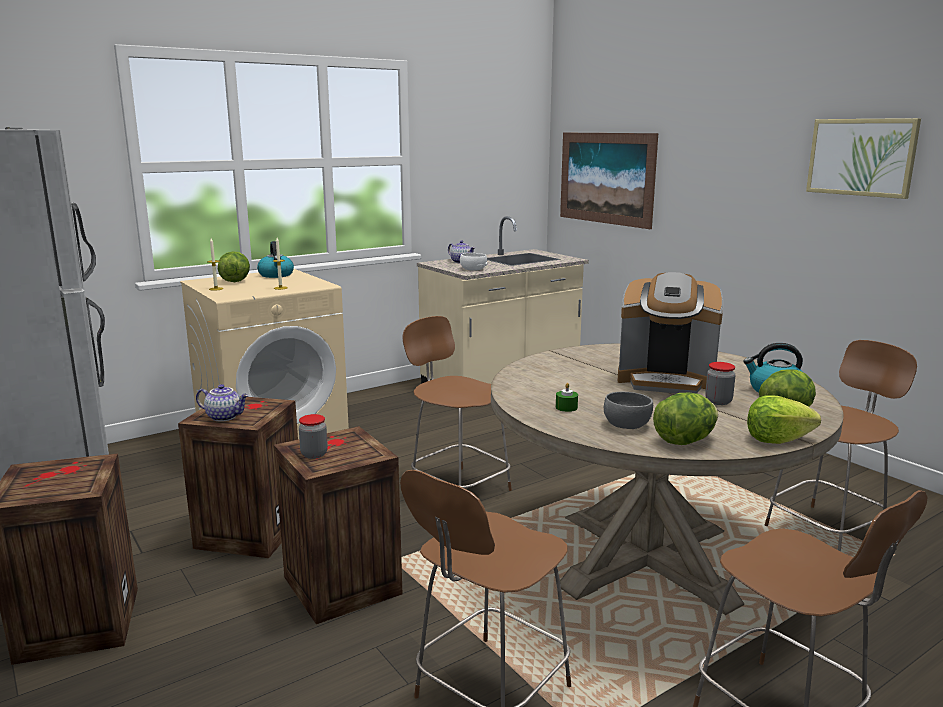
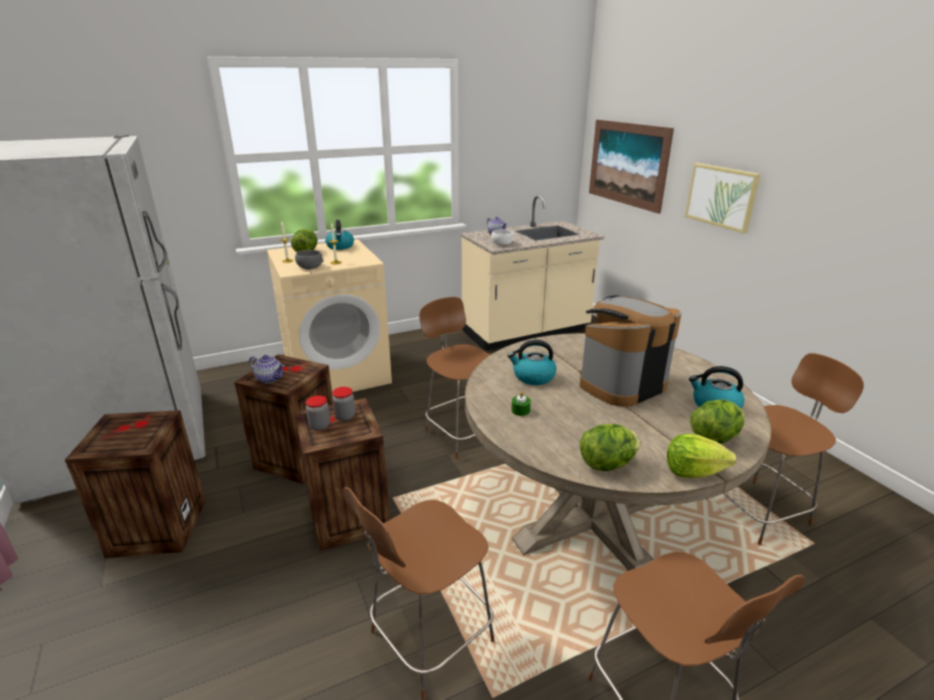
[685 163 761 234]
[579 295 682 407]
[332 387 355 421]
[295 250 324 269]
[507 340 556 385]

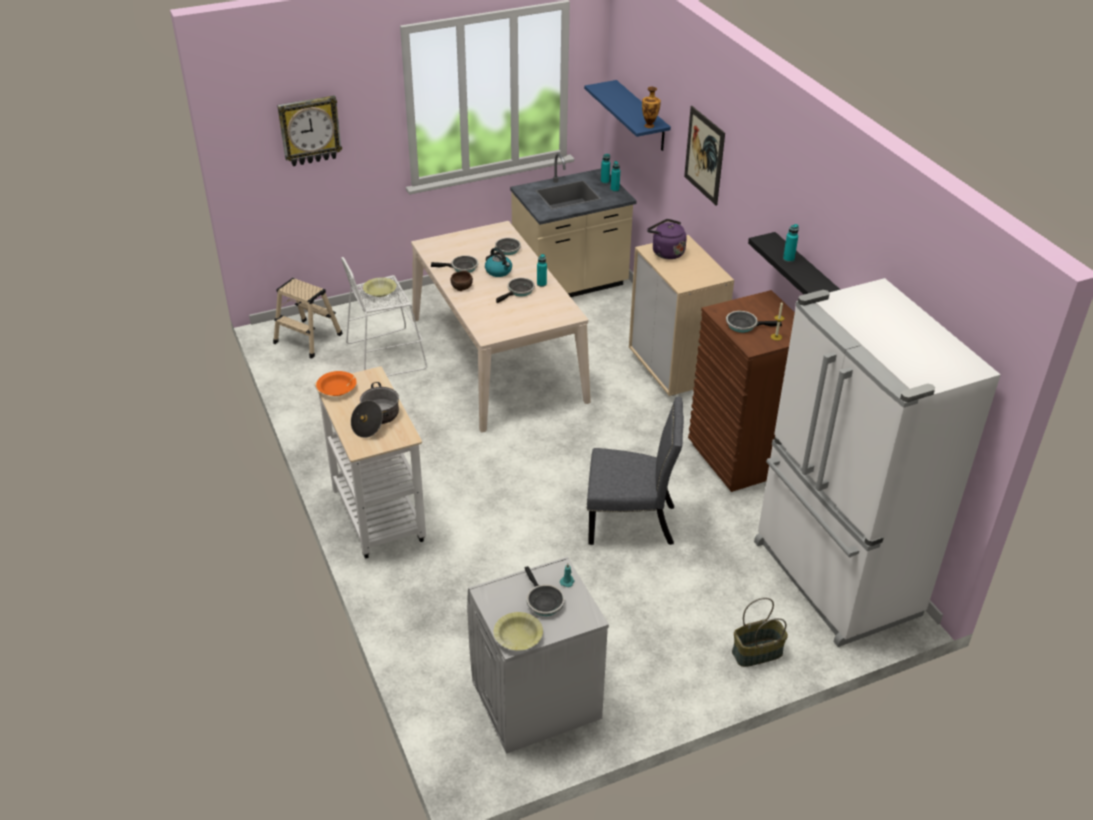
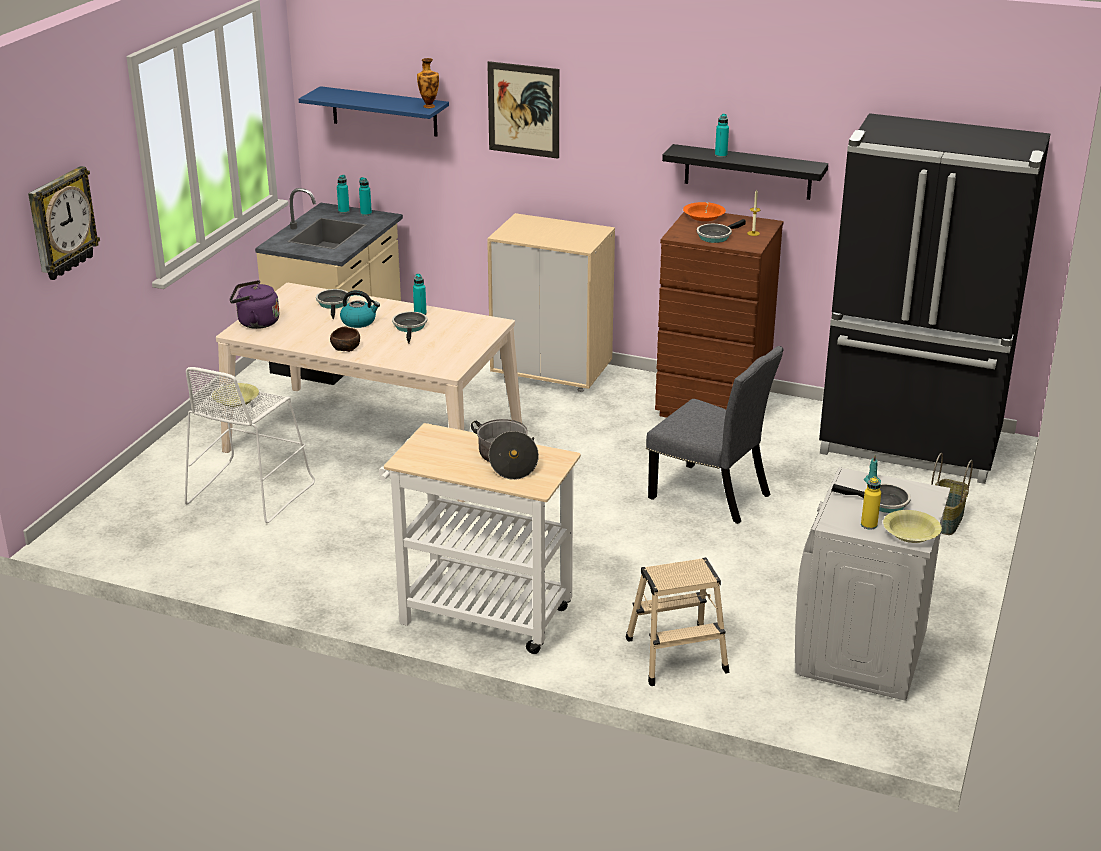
[230 280 280 329]
[431 255 478 273] (first image)
[626 557 729 686]
[819 113 1050 484]
[683 202 726 221]
[646 346 784 524]
[861 476 881 529]

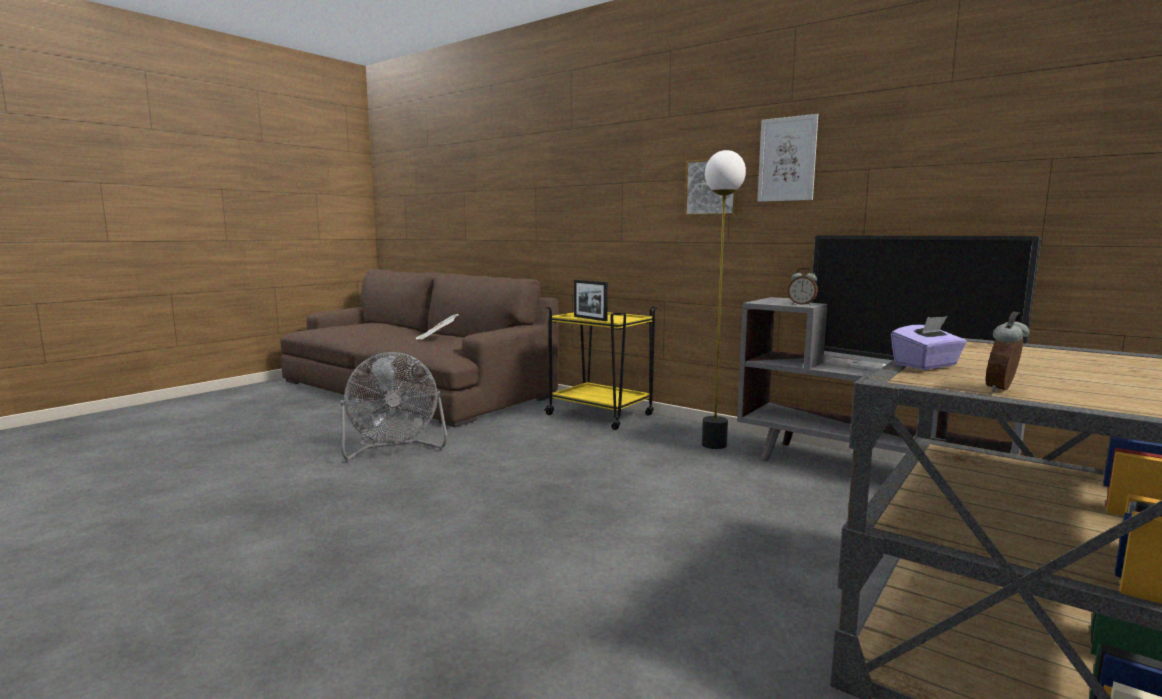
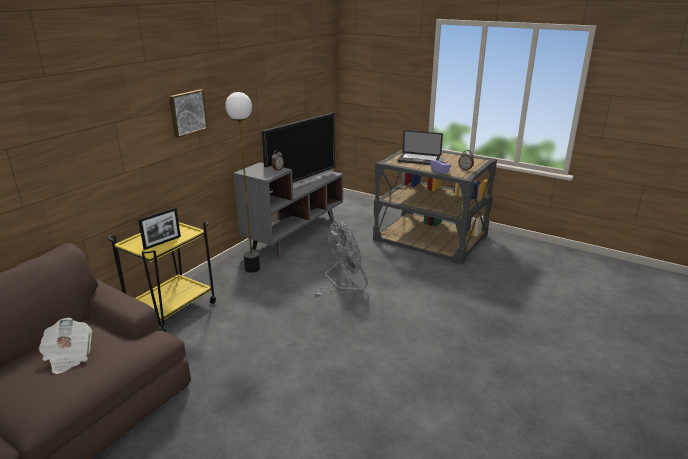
[757 114 818 202] (first image)
[316 221 368 296]
[397 130 443 165]

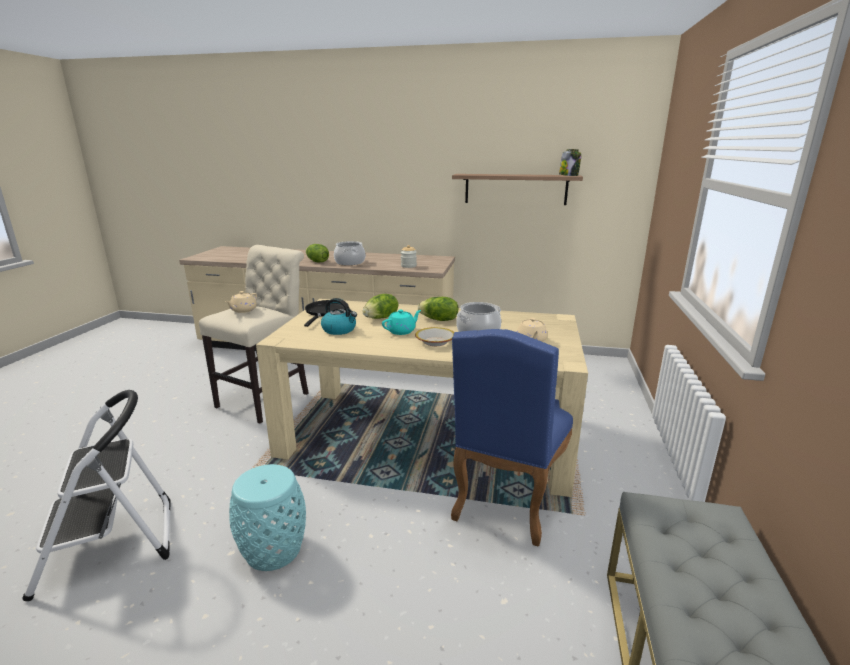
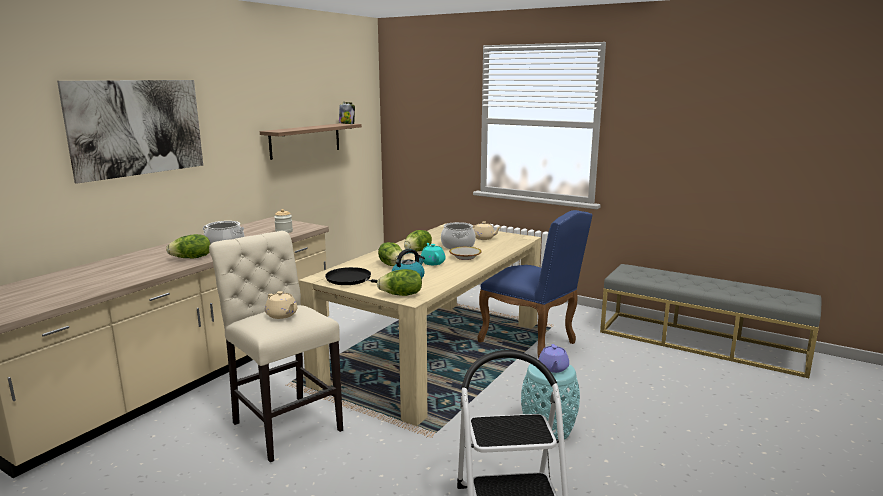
[57 80 203 184]
[377 269 422 296]
[539 344 569 373]

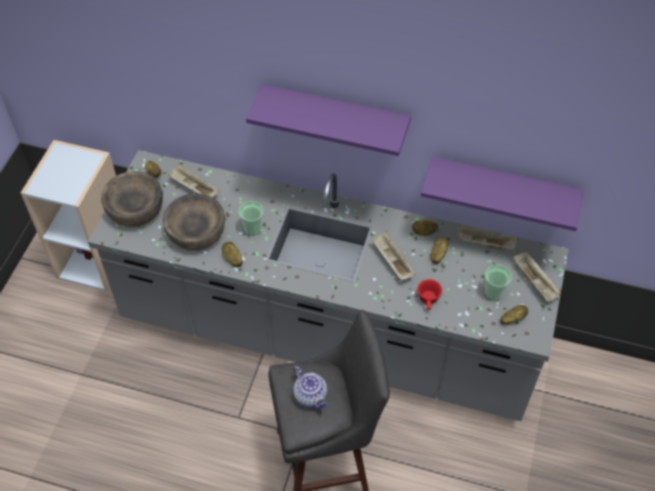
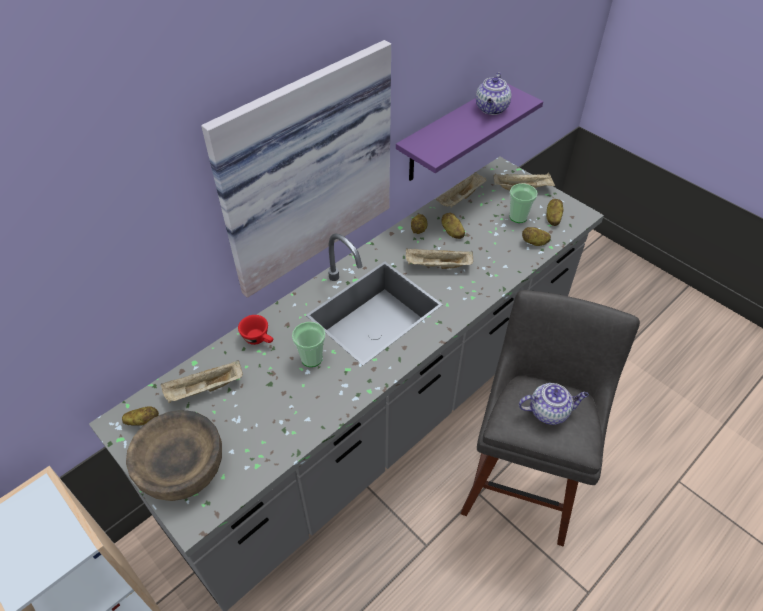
[201 40 391 298]
[163 193 225 251] (first image)
[522 227 551 246]
[238 315 273 345]
[476 72 511 115]

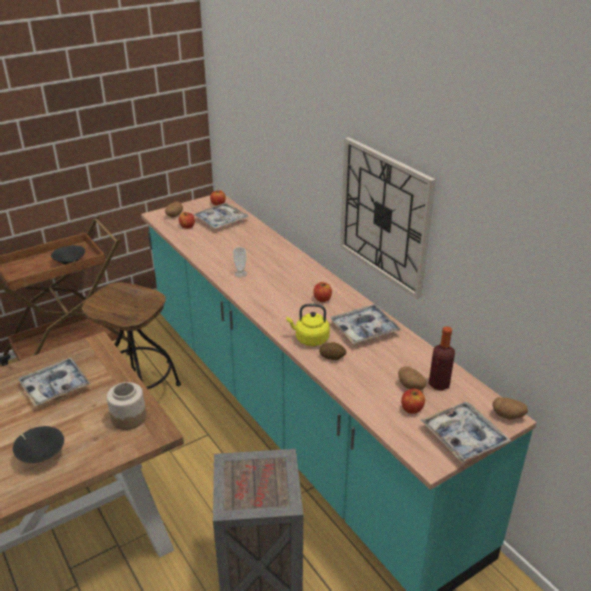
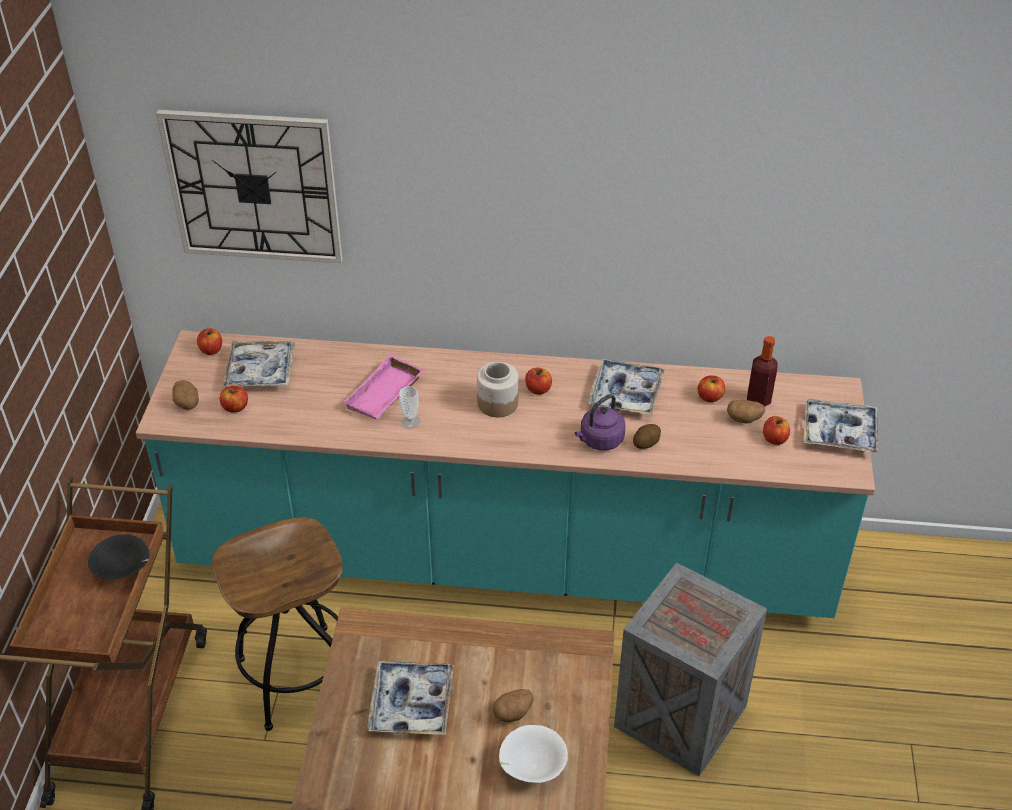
[156 110 342 263]
[575 394 625 450]
[477 362 519 417]
[493 689 533 722]
[499 725 568 783]
[343 354 424 419]
[698 375 725 402]

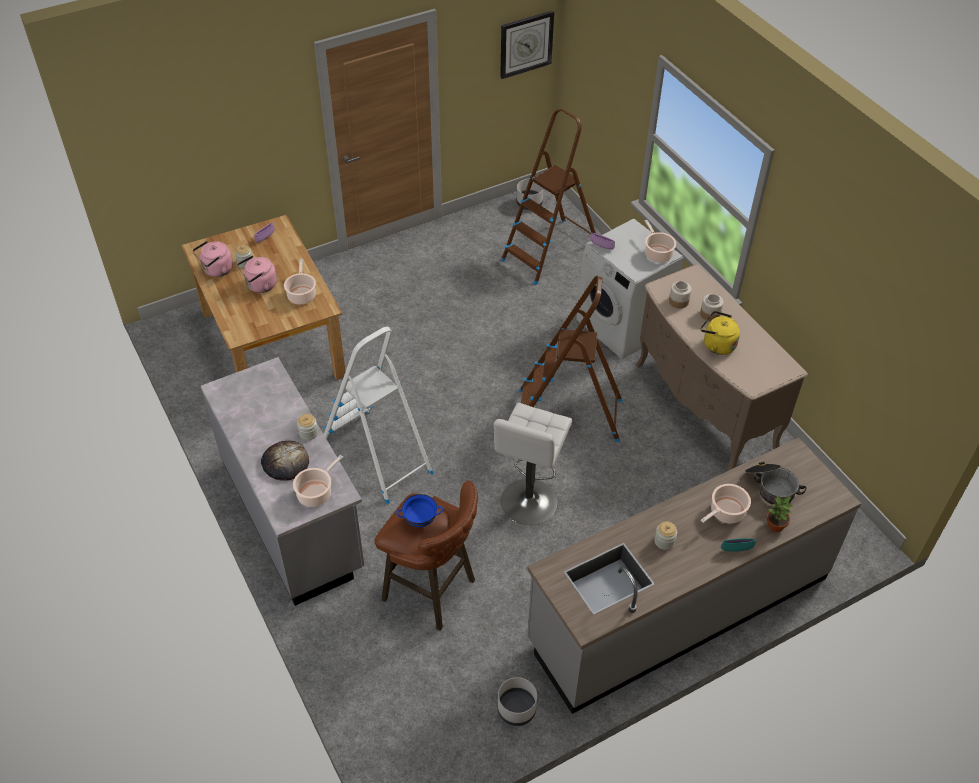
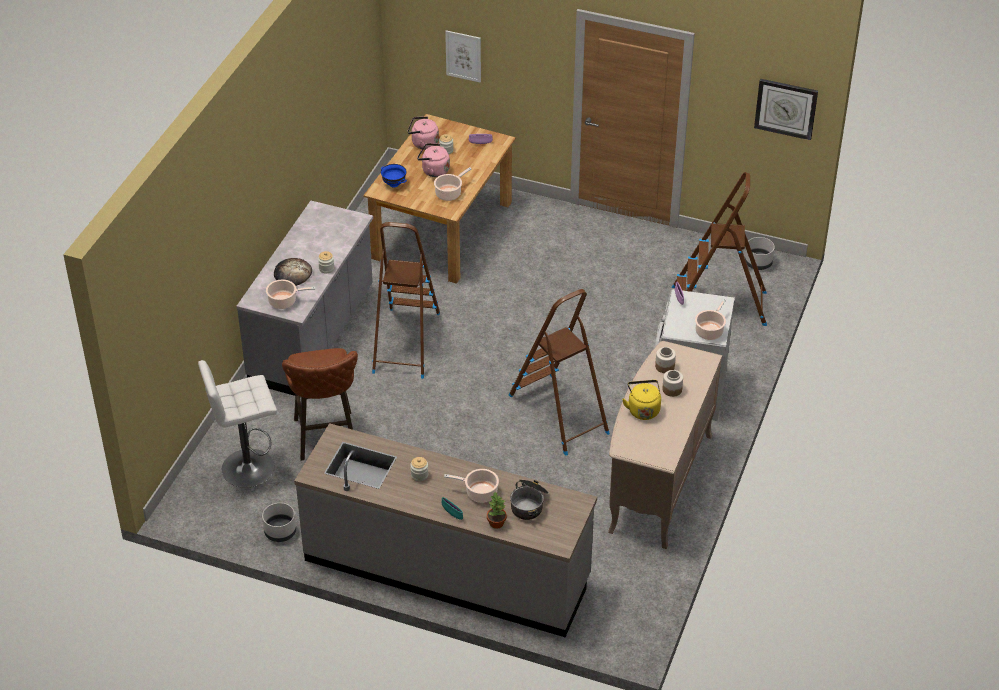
[372 222 440 379]
[198 360 277 488]
[381 164 407 187]
[445 30 481 83]

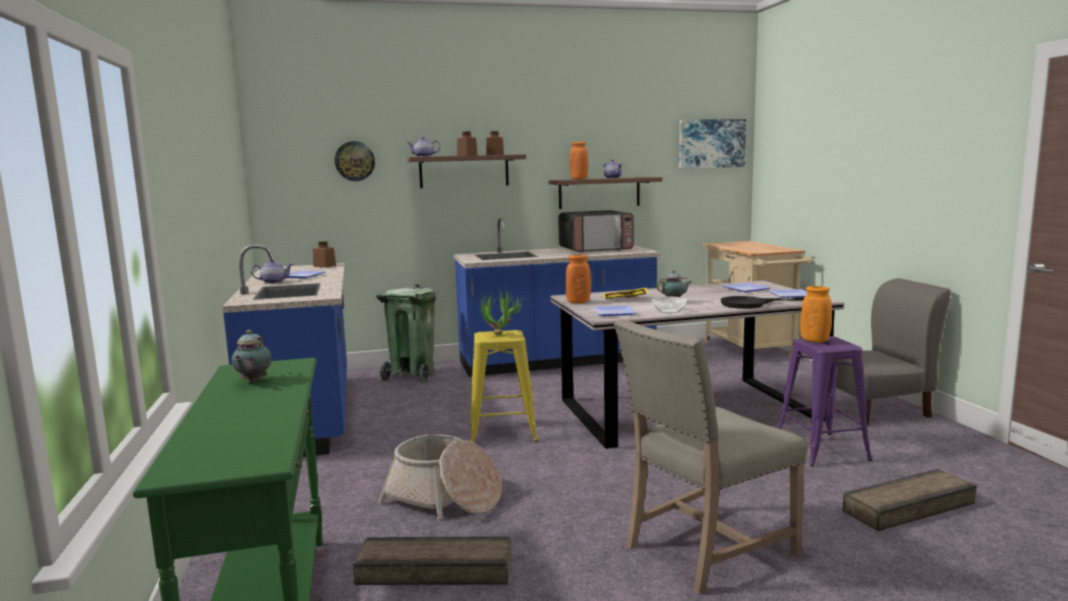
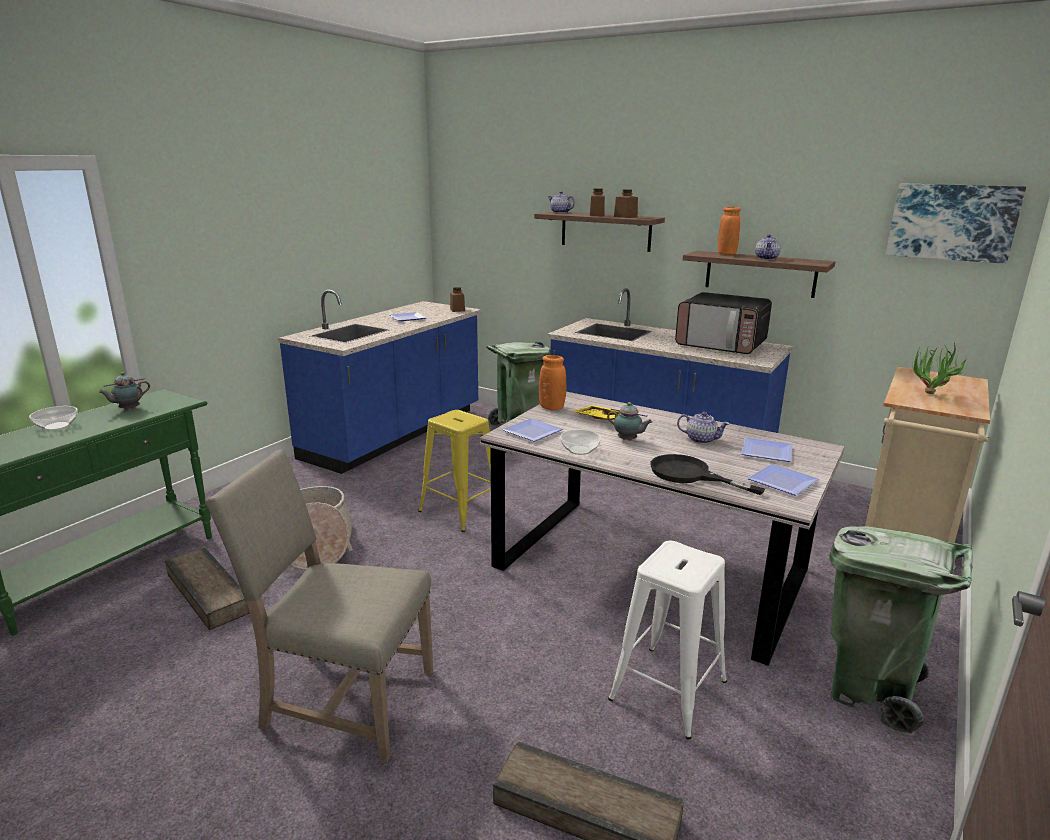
[335 141 375 181] (first image)
[677 412 730 444]
[829 526 973 736]
[912 343 969 394]
[800 286 832 342] (first image)
[608 541 727 739]
[29 406 78 430]

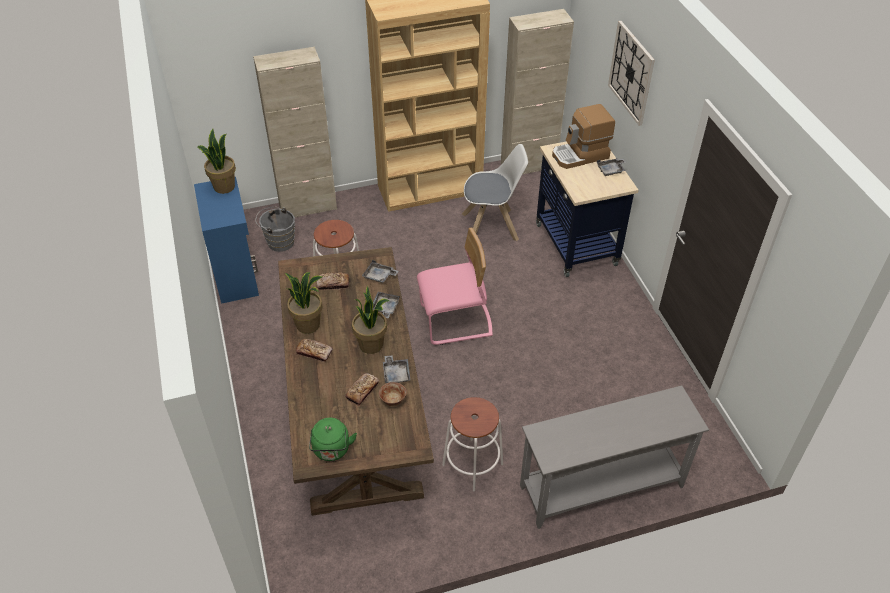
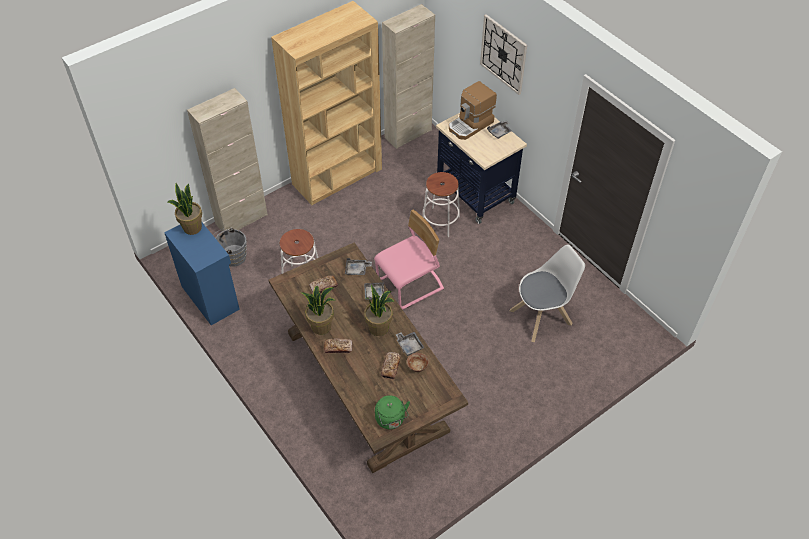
[510 244 585 342]
[520 385 709 529] (first image)
[423 172 460 237]

